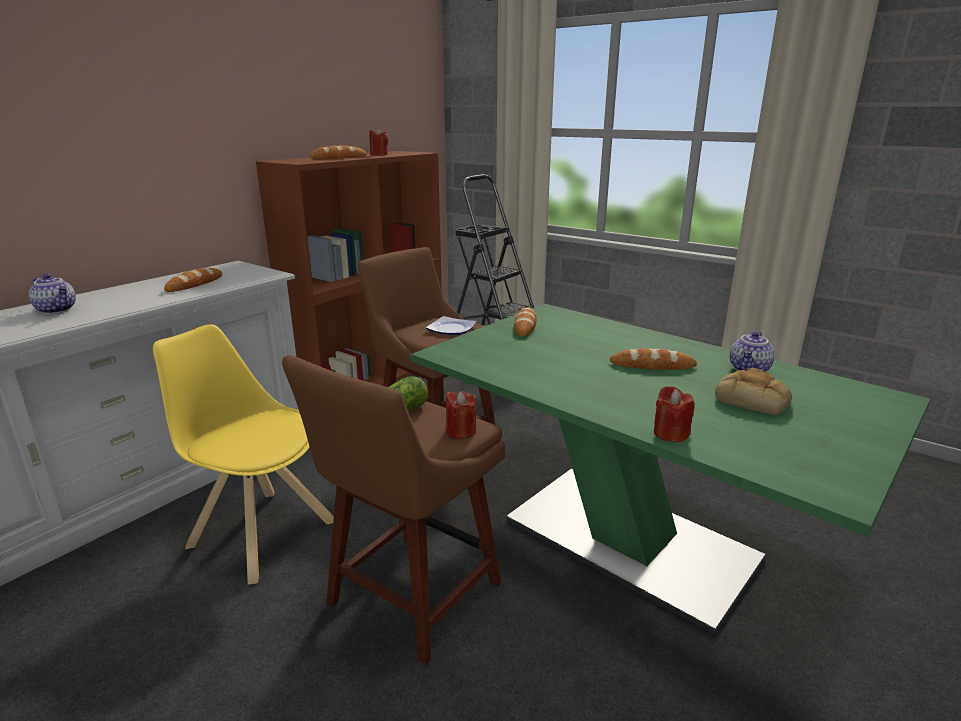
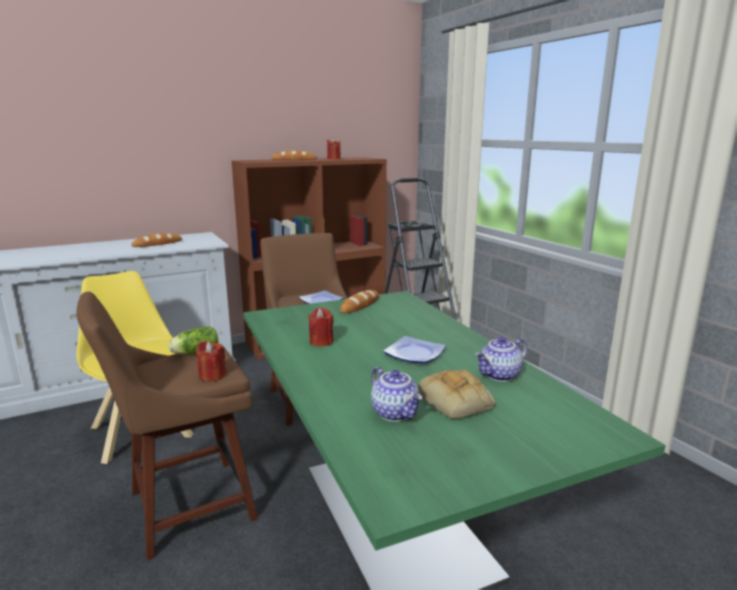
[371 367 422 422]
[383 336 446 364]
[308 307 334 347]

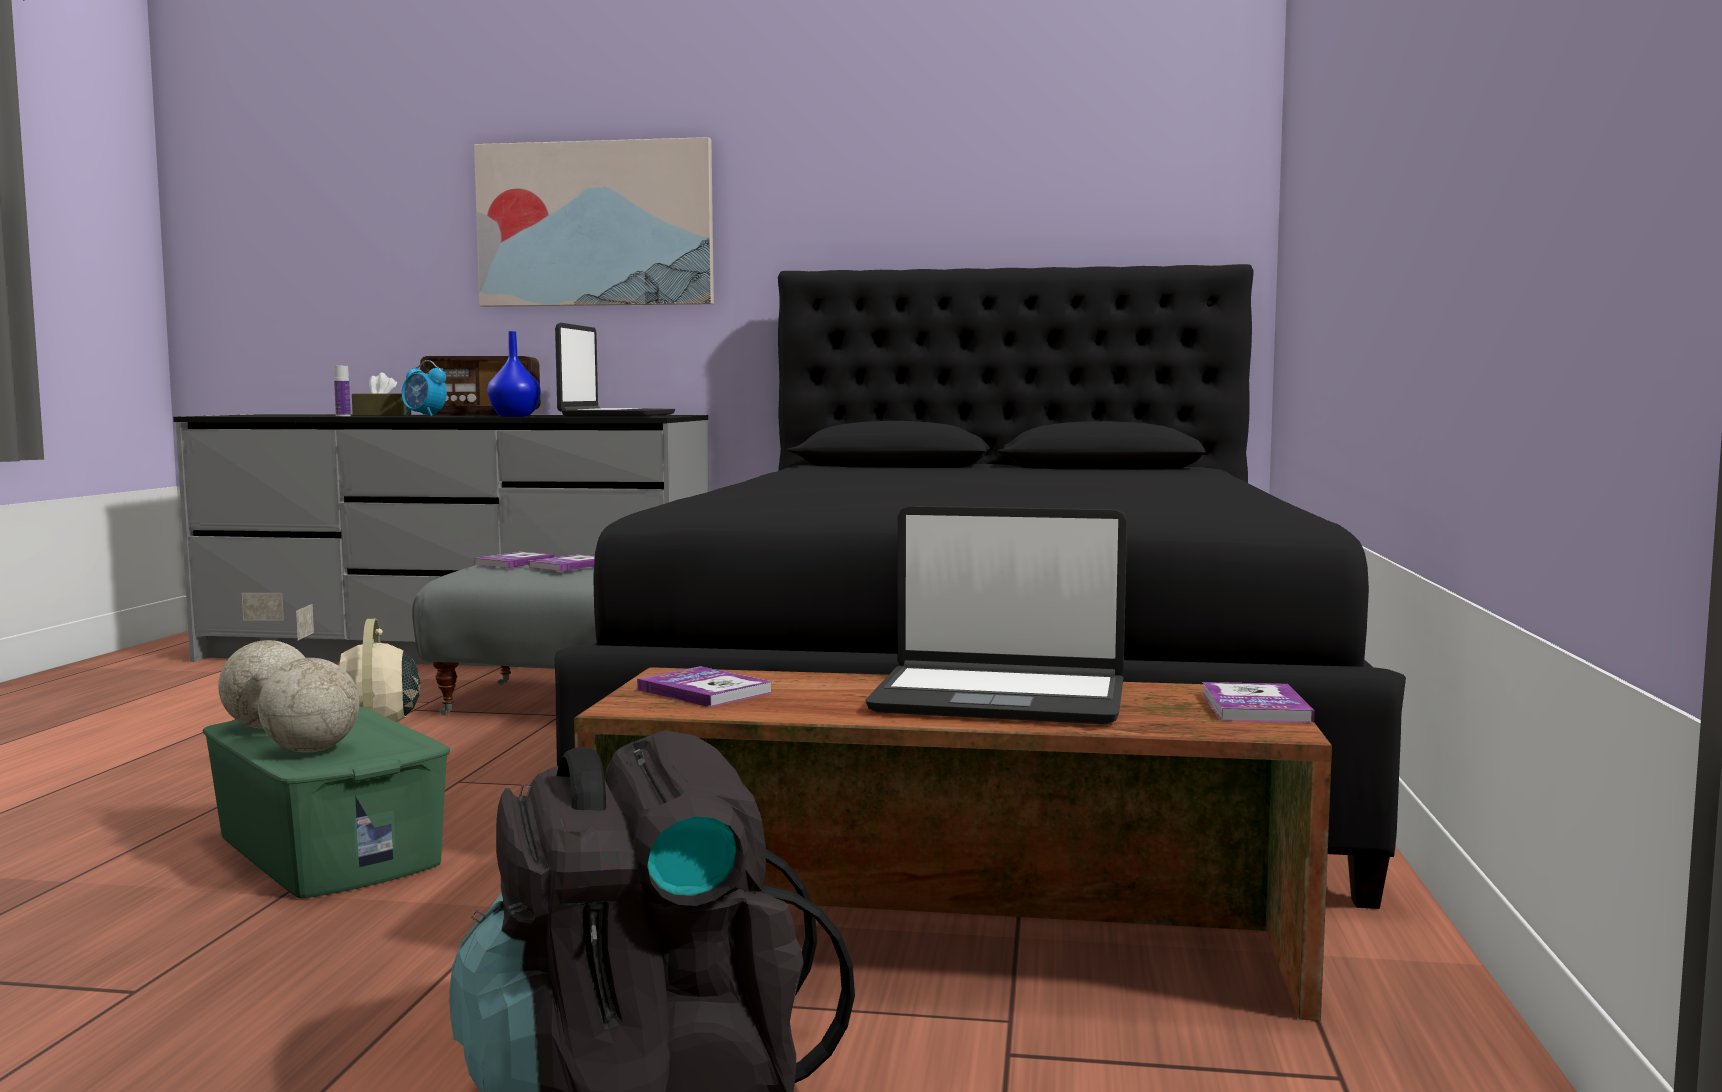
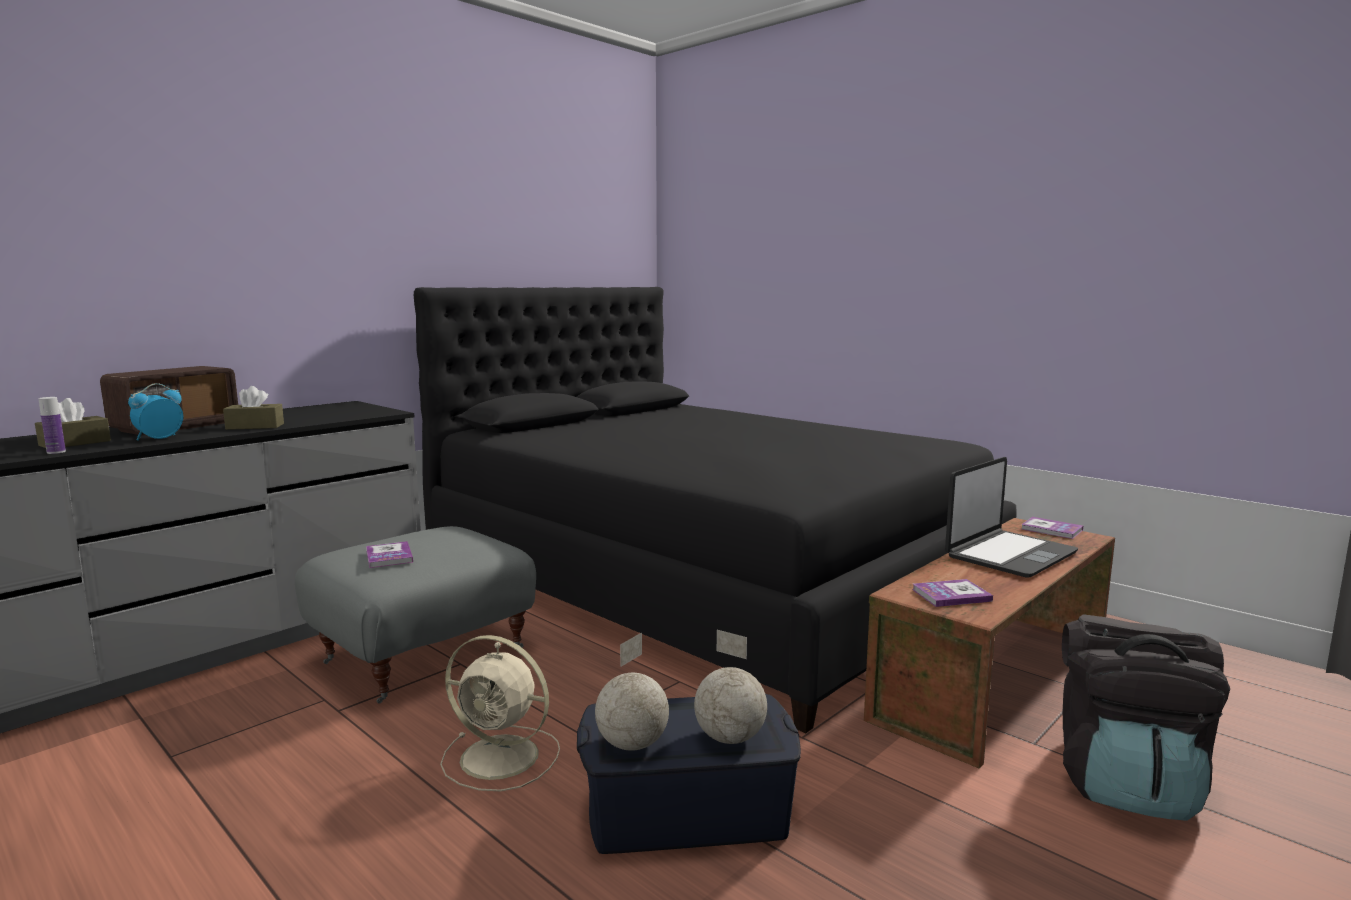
[474 137 714 307] (first image)
[555 323 675 417] (first image)
[223 386 284 430]
[128 383 183 441]
[528 555 595 571] (first image)
[577 694 801 854]

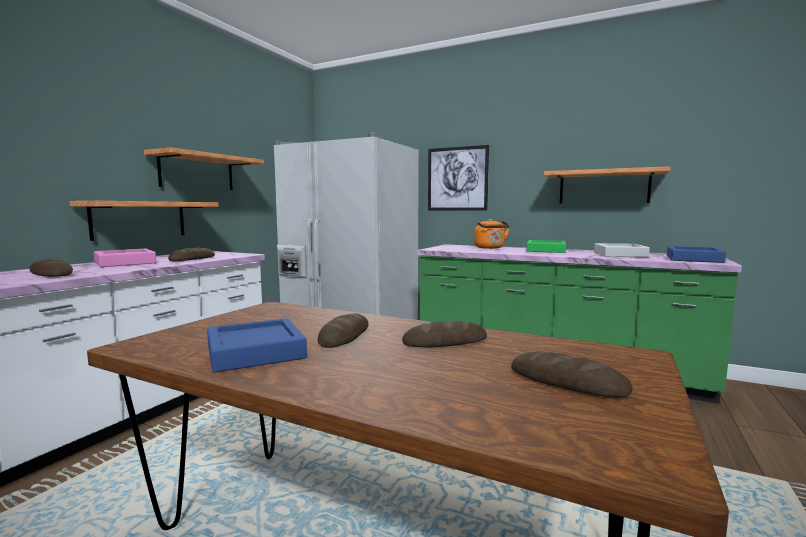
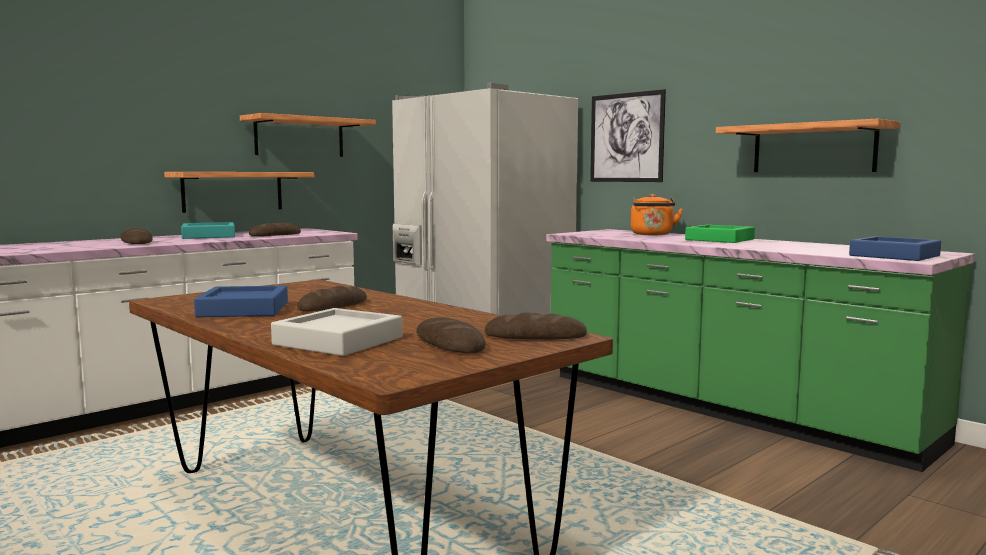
[271 308 402 356]
[181 222 235 239]
[485 313 587 340]

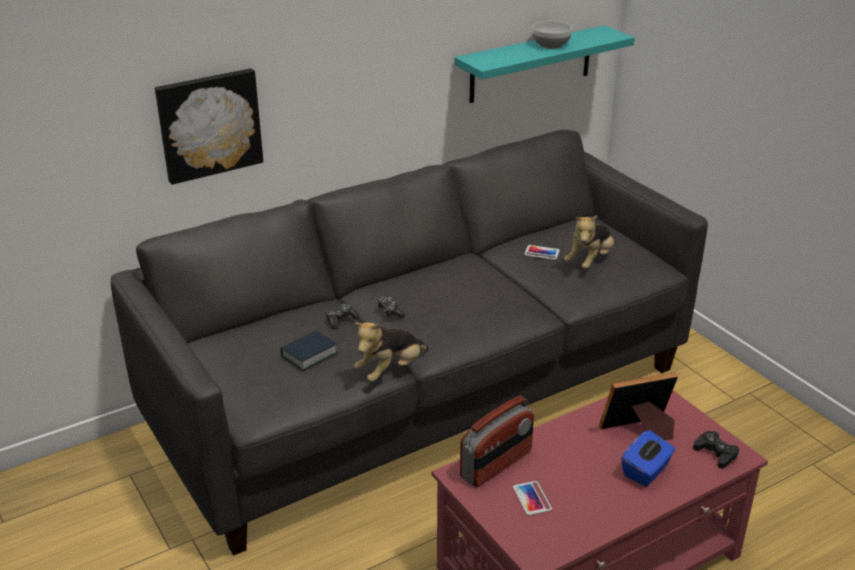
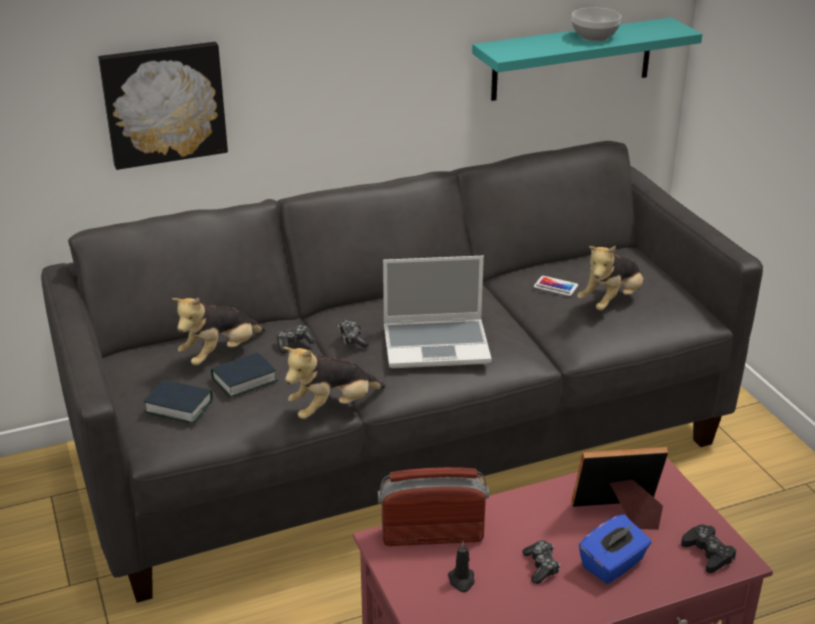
[378 467 489 546]
[448 541 475 592]
[383 256 492 368]
[172 297 265 366]
[143 379 213 424]
[522 540 560 584]

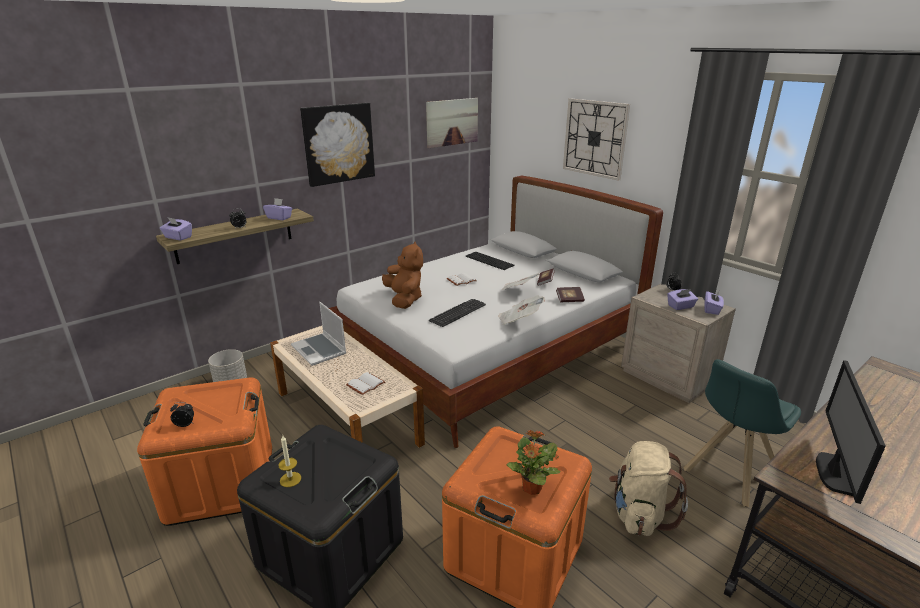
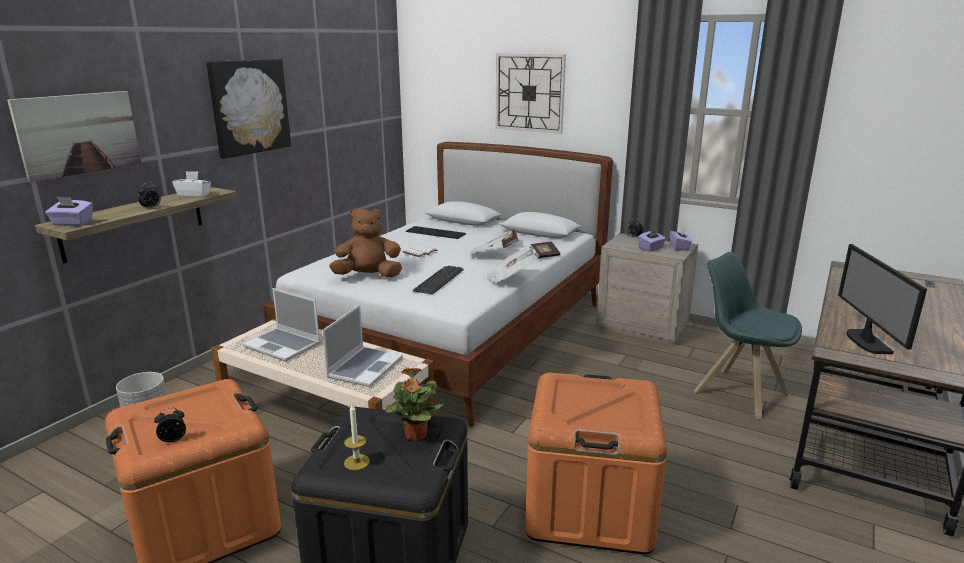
[7 91 141 182]
[172 171 211 198]
[329 208 402 277]
[694 252 802 420]
[322 305 403 387]
[385 367 445 441]
[609 441 688 536] (first image)

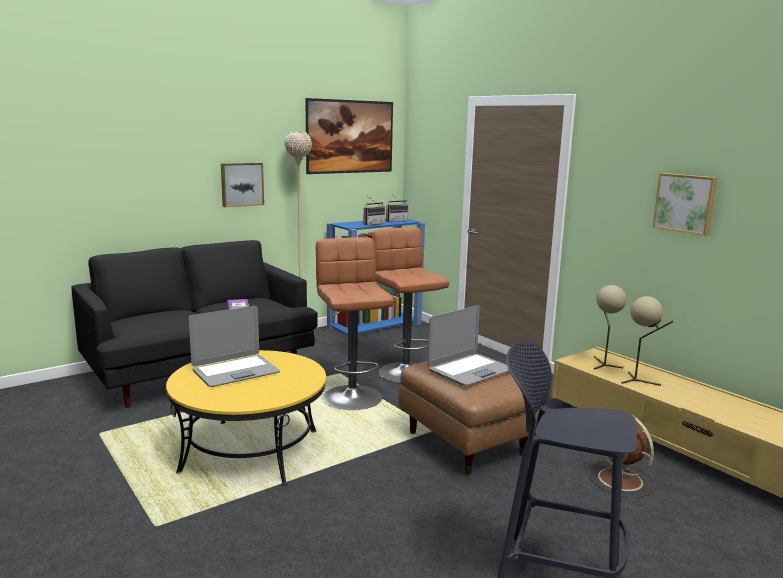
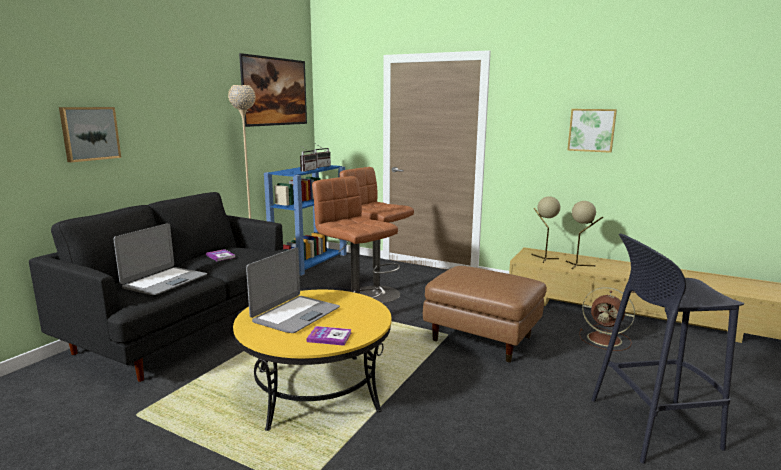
[59 107 121 162]
[113 223 207 295]
[306 326 352 346]

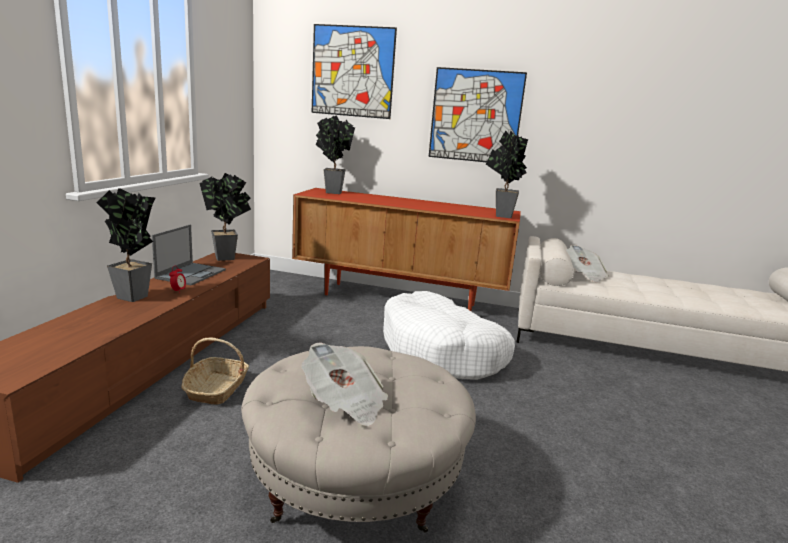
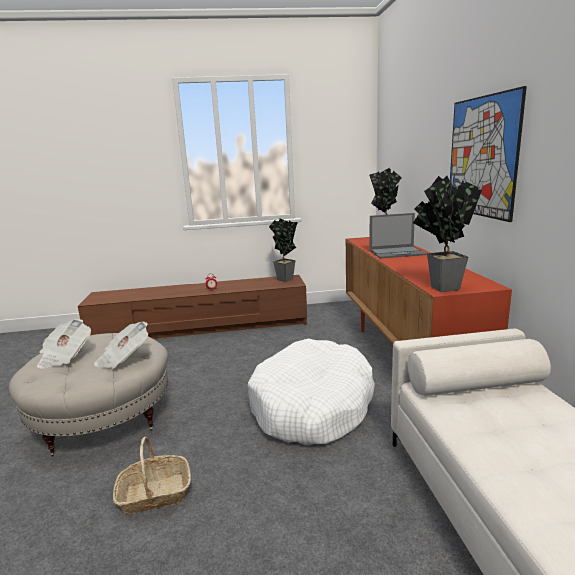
[312 24 397 119] (first image)
[97 188 156 302] (first image)
[369 213 427 258]
[94 322 149 369]
[113 437 191 514]

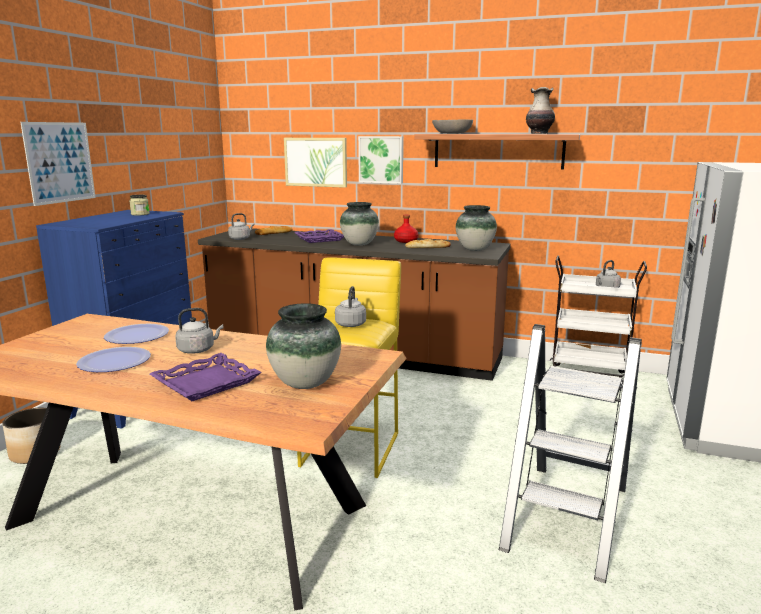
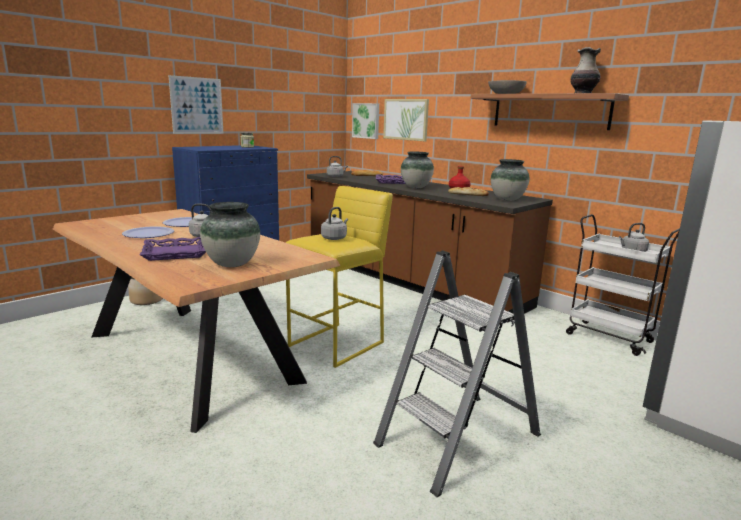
[352 103 379 139]

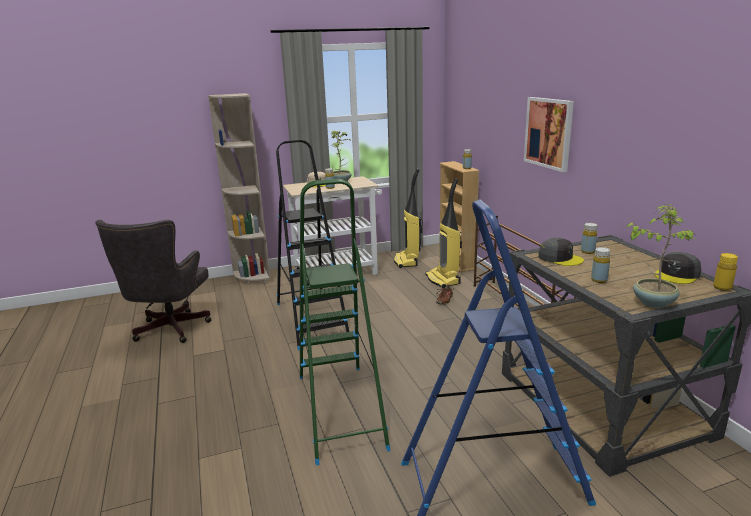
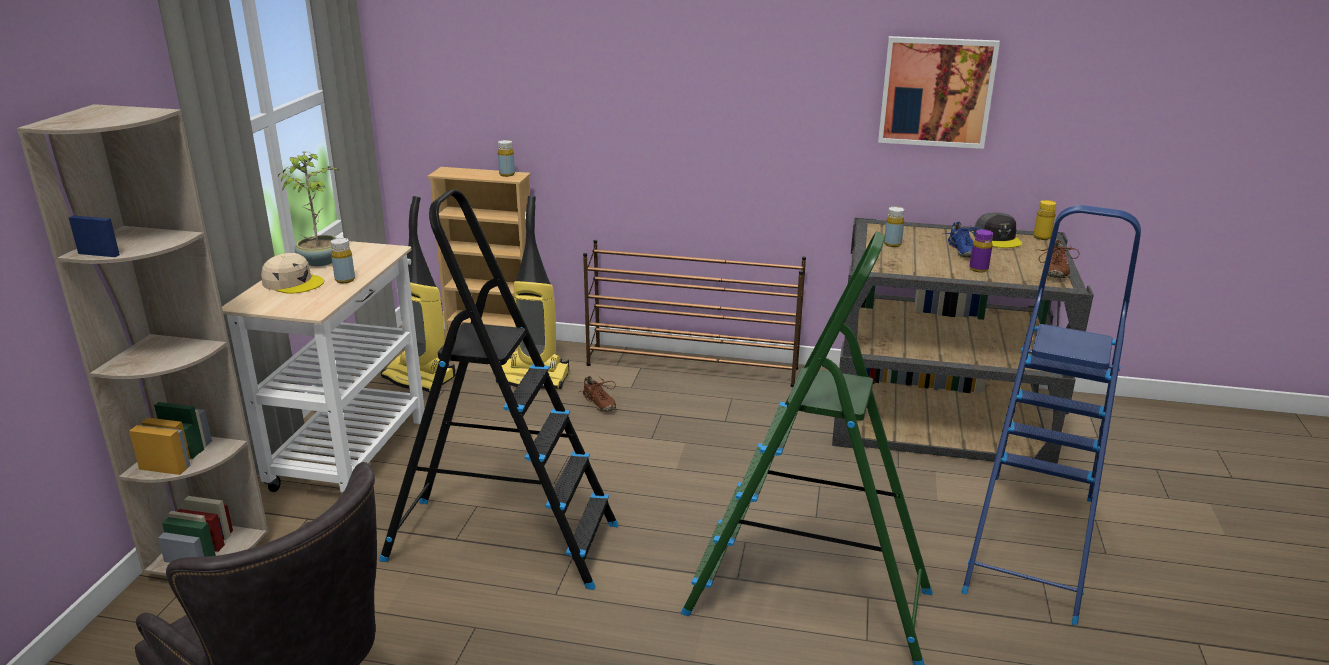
[878 36 1000 149]
[1035 239 1080 278]
[538 238 584 266] (first image)
[970 229 993 273]
[944 221 982 258]

